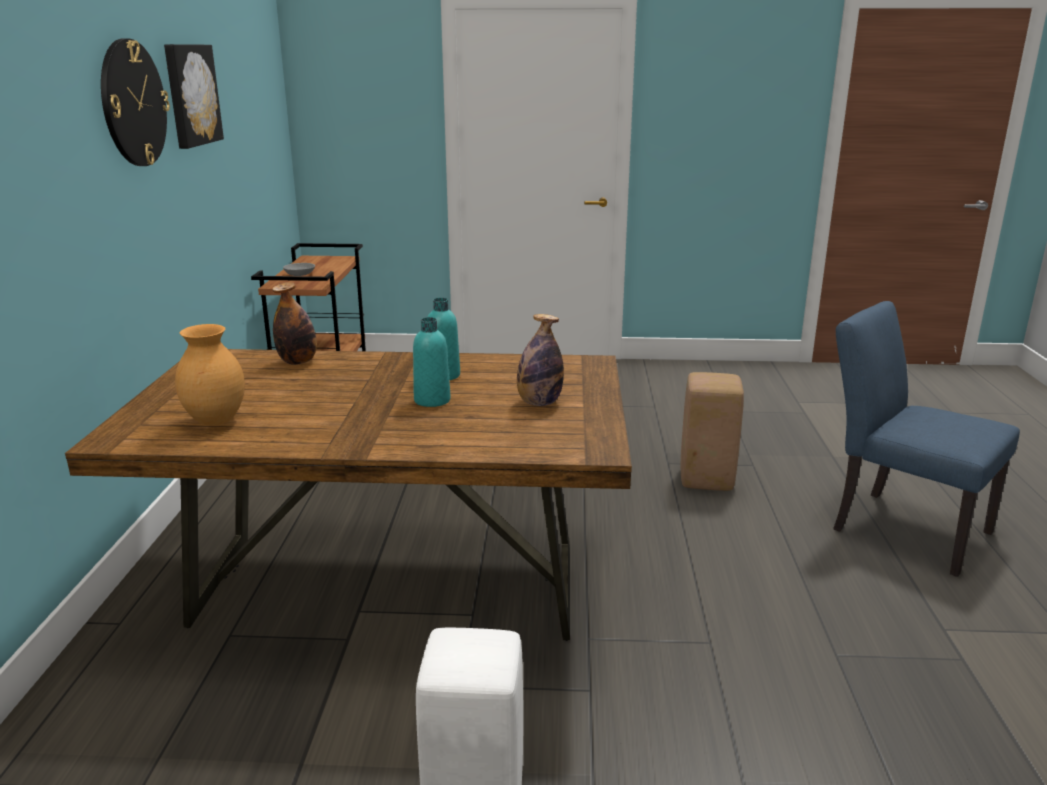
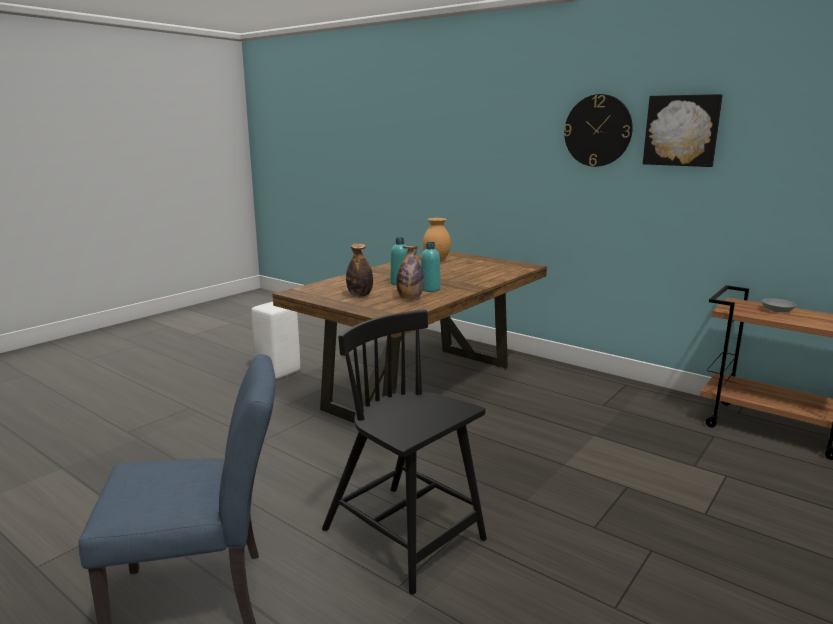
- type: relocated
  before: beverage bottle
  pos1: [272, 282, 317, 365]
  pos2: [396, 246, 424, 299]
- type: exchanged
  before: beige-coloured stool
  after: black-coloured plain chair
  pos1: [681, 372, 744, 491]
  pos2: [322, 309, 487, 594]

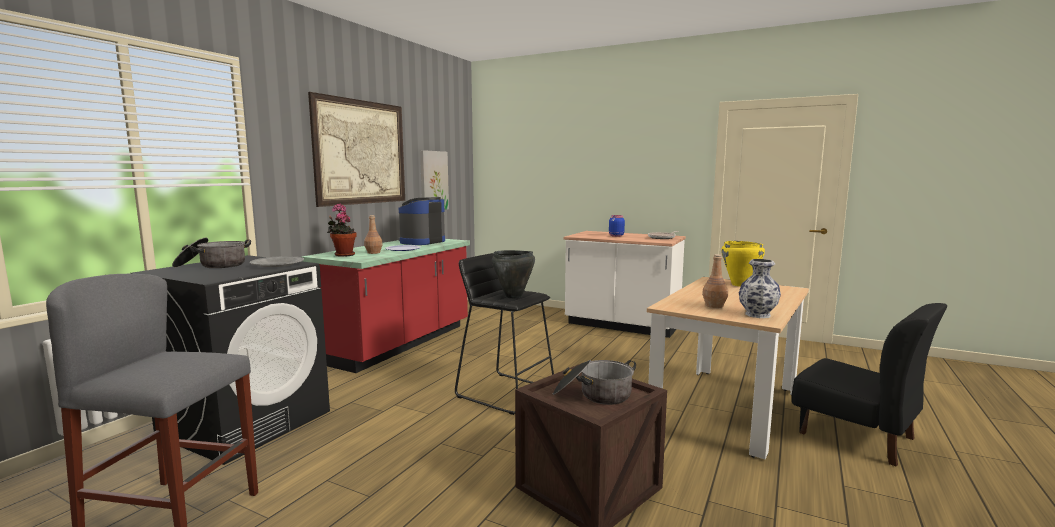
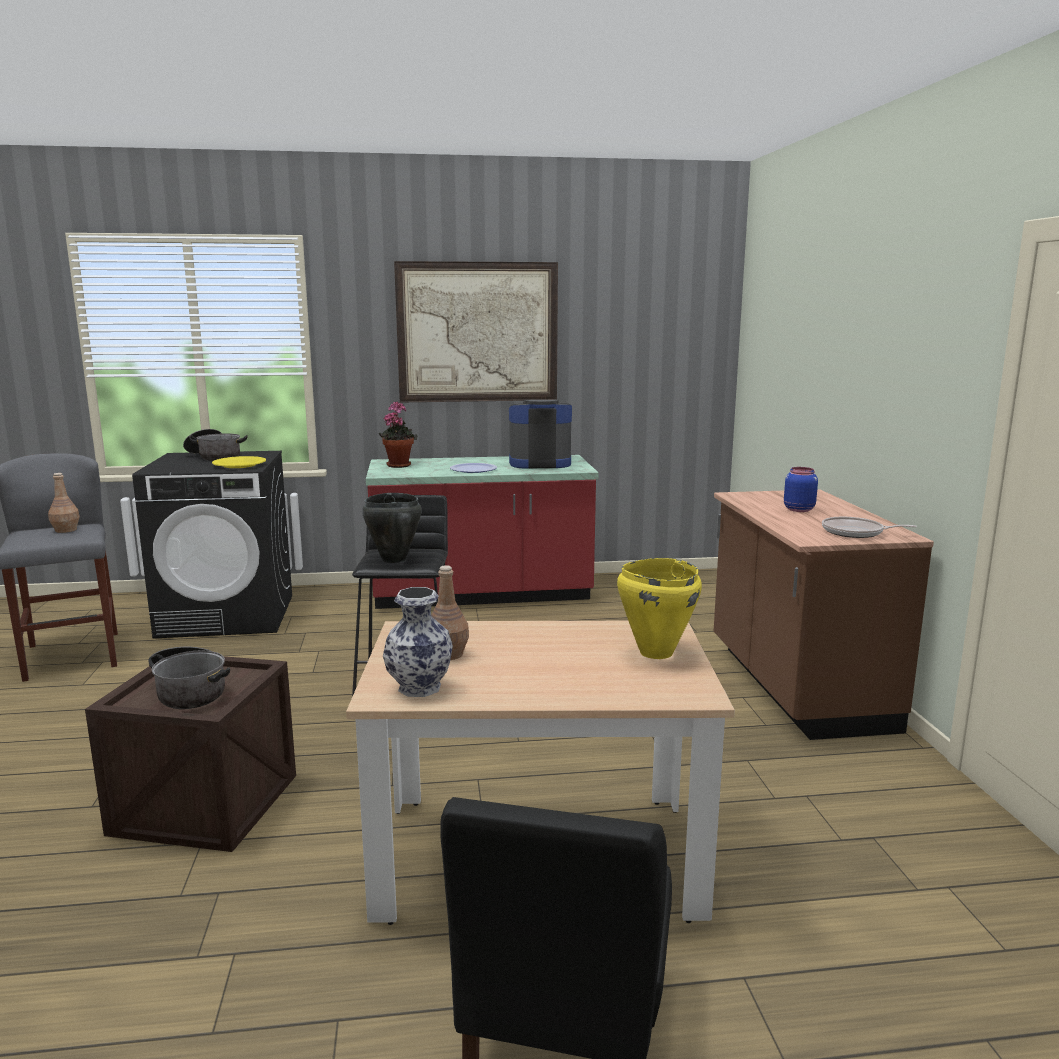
- type: colour
  before: gray plate
  after: yellow-coloured plate
  pos1: [250, 256, 304, 267]
  pos2: [212, 456, 266, 468]
- type: relocated
  before: brown beverage bottle
  pos1: [364, 215, 383, 254]
  pos2: [48, 473, 80, 533]
- type: missing
  before: wall picture
  pos1: [420, 150, 449, 210]
- type: colour
  before: white-coloured counter
  after: brown counter
  pos1: [564, 231, 686, 338]
  pos2: [714, 489, 934, 740]

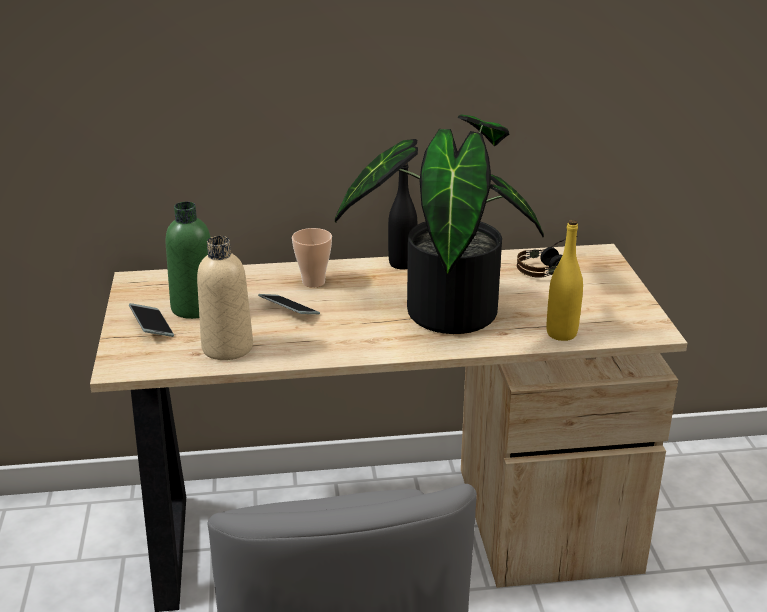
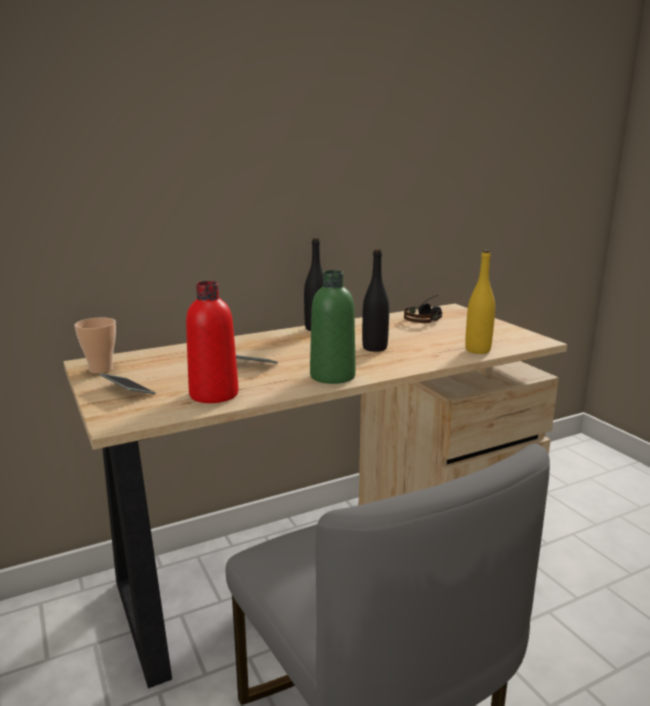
- type: relocated
  before: green beverage bottle
  pos1: [166, 202, 211, 319]
  pos2: [310, 270, 356, 384]
- type: colour
  before: beige-coloured beverage bottle
  after: red beverage bottle
  pos1: [197, 236, 253, 360]
  pos2: [186, 281, 239, 403]
- type: relocated
  before: drinking cup
  pos1: [292, 228, 332, 288]
  pos2: [75, 317, 116, 374]
- type: exchanged
  before: plant in a pot
  after: black-coloured beverage bottle
  pos1: [335, 114, 544, 334]
  pos2: [362, 249, 389, 352]

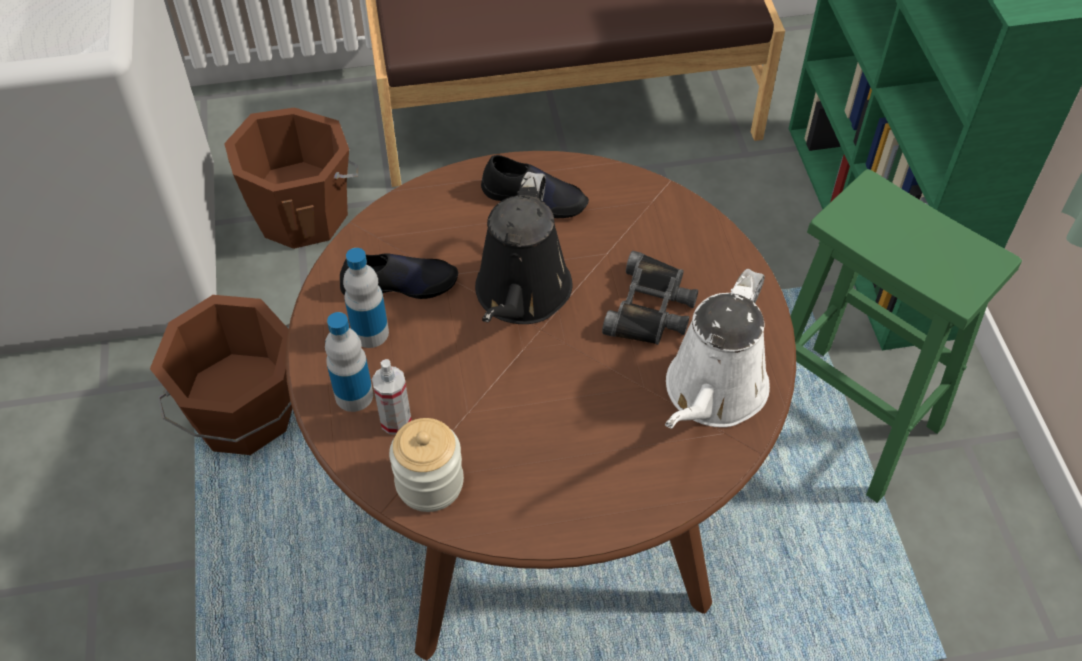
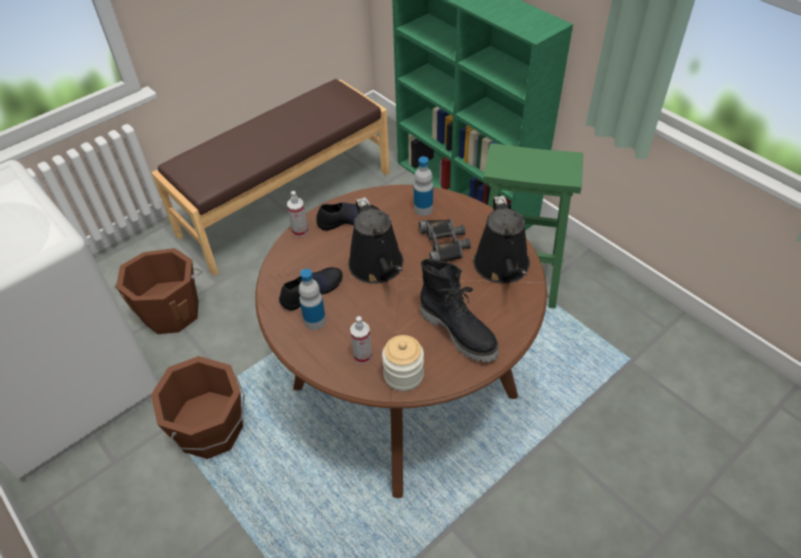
- type: relocated
  before: beverage bottle
  pos1: [325, 312, 373, 412]
  pos2: [414, 156, 433, 216]
- type: colour
  before: white-coloured watering can
  after: black-coloured watering can
  pos1: [665, 269, 770, 429]
  pos2: [474, 196, 530, 283]
- type: appeared
  after: sprayer
  pos2: [287, 191, 308, 237]
- type: appeared
  after: black-coloured boot
  pos2: [420, 259, 499, 362]

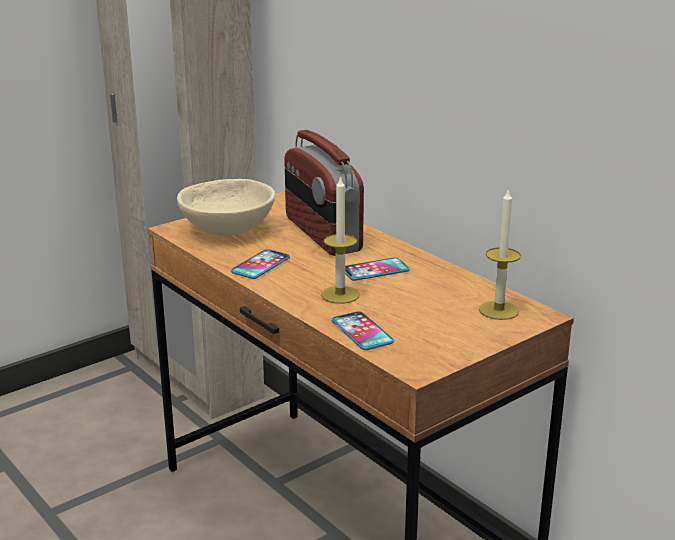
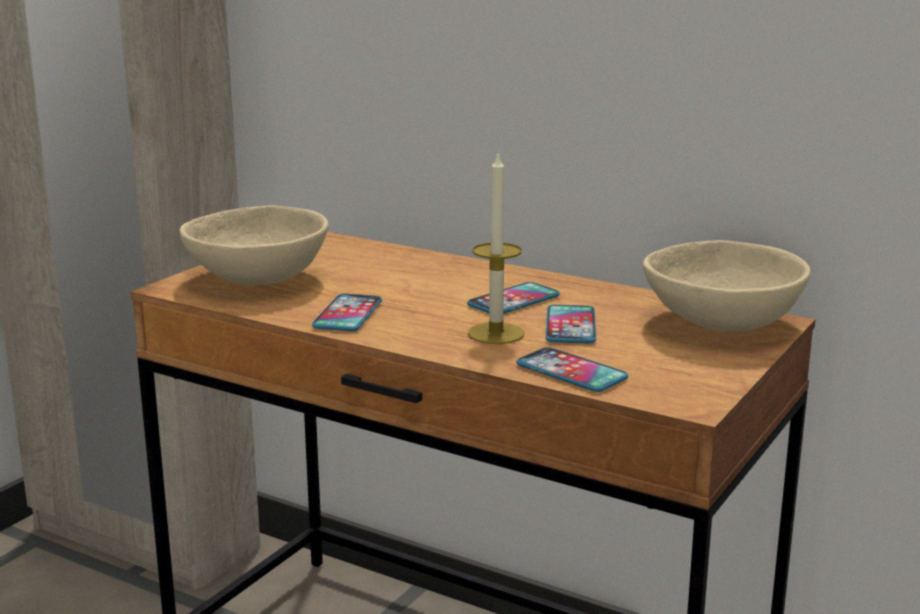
- type: missing
  before: radio
  pos1: [284, 130, 364, 256]
- type: exchanged
  before: wax candle
  after: beige-coloured deep dish
  pos1: [479, 188, 521, 320]
  pos2: [643, 240, 811, 332]
- type: appeared
  after: telephone
  pos2: [546, 305, 596, 344]

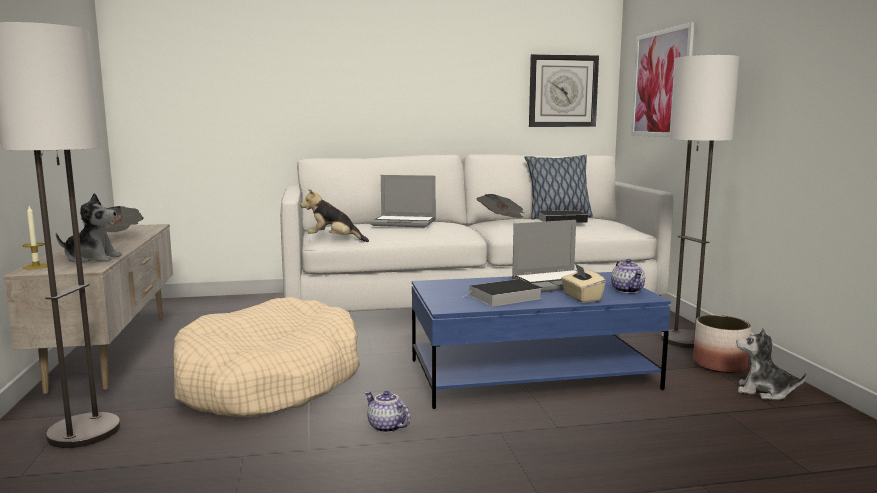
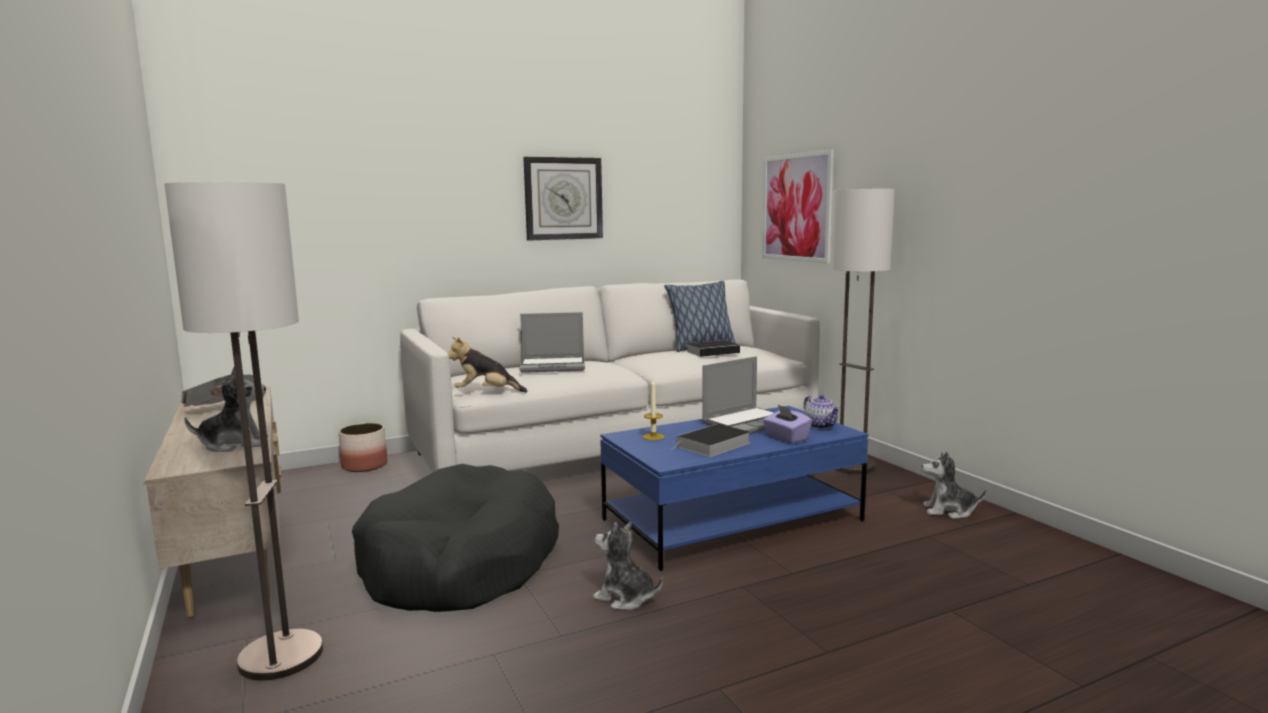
- type: relocated
  before: wax candle
  pos1: [22, 206, 47, 269]
  pos2: [642, 379, 665, 440]
- type: colour
  before: beige-coloured pet bed
  after: black-coloured pet bed
  pos1: [174, 297, 360, 417]
  pos2: [352, 464, 559, 612]
- type: exchanged
  before: teapot
  after: cuddly toy
  pos1: [365, 391, 411, 433]
  pos2: [593, 522, 663, 610]
- type: missing
  before: printed paper
  pos1: [476, 194, 524, 218]
- type: relocated
  before: clock on the wall
  pos1: [529, 54, 599, 127]
  pos2: [523, 157, 603, 241]
- type: colour
  before: beige-coloured box of tissues
  after: purplish box of tissues
  pos1: [561, 264, 606, 303]
  pos2: [763, 405, 812, 444]
- type: relocated
  before: planter
  pos1: [693, 315, 751, 373]
  pos2: [338, 423, 387, 472]

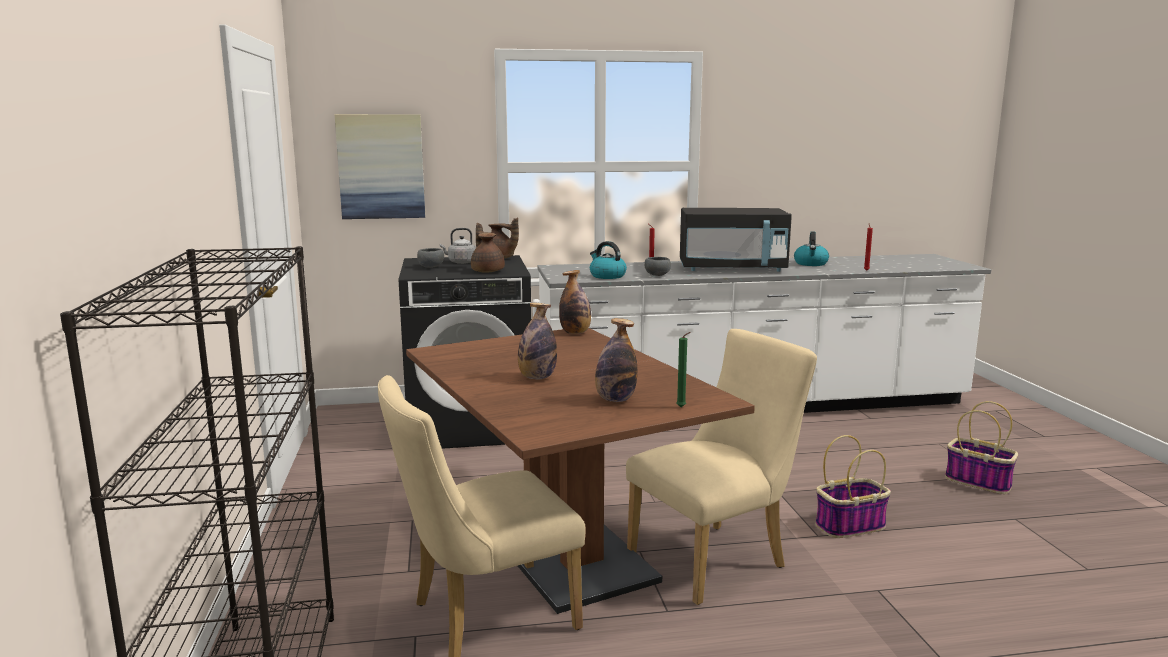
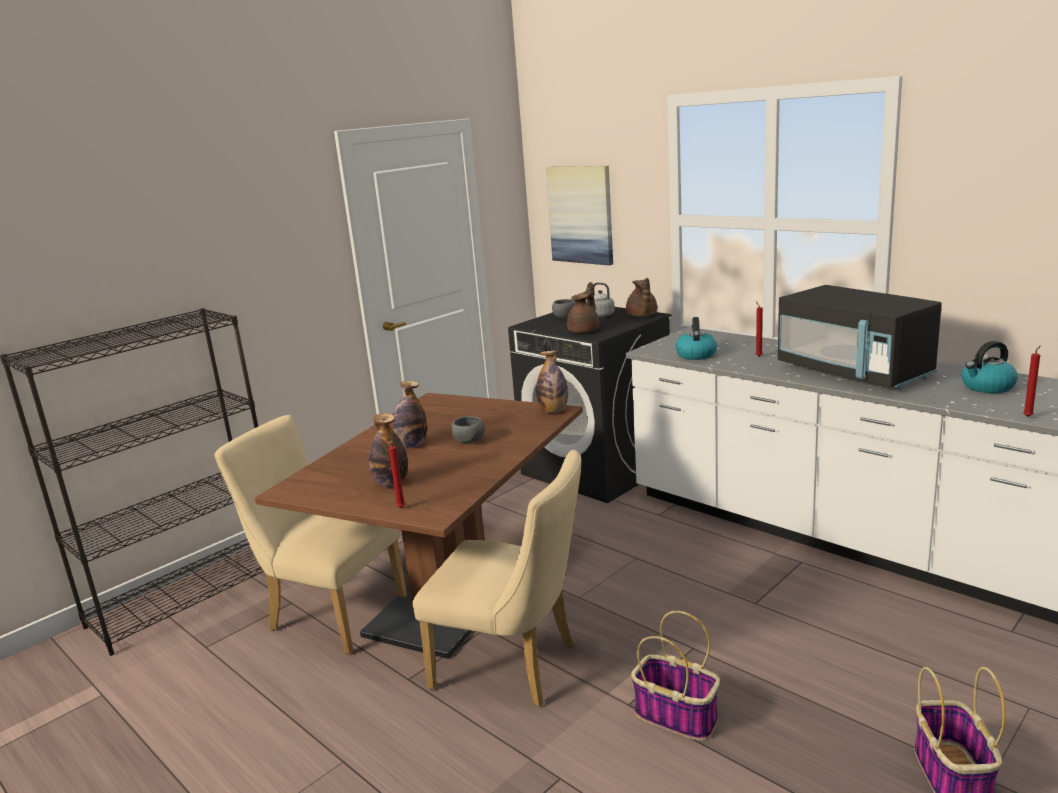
- type: relocated
  before: gray deep dish
  pos1: [644, 257, 671, 276]
  pos2: [451, 416, 485, 444]
- type: colour
  before: green wax candle
  after: red wax candle
  pos1: [676, 332, 691, 407]
  pos2: [389, 443, 405, 508]

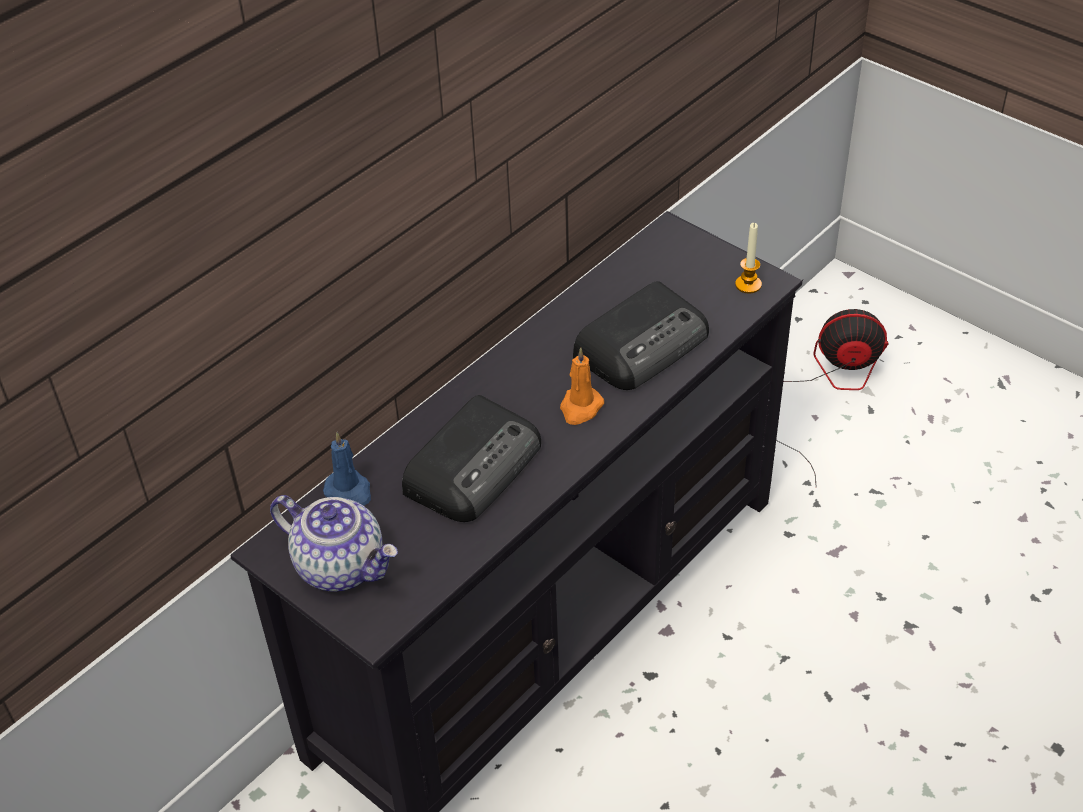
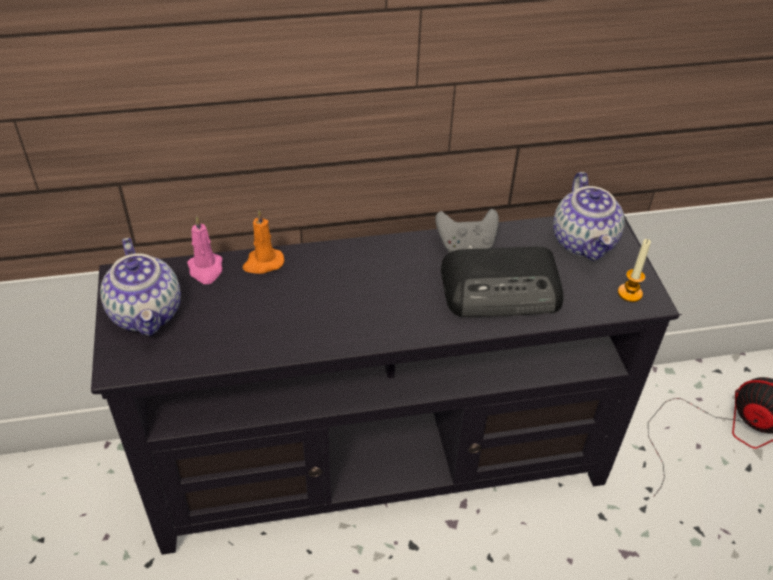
- type: colour
  before: blue wax candle
  after: pinkish wax candle
  pos1: [323, 432, 371, 506]
  pos2: [187, 216, 223, 284]
- type: missing
  before: radio
  pos1: [402, 395, 541, 522]
- type: relocated
  before: orange wax candle
  pos1: [560, 347, 604, 425]
  pos2: [243, 210, 284, 274]
- type: appeared
  after: gray joypad
  pos2: [435, 209, 499, 253]
- type: appeared
  after: teapot
  pos2: [553, 172, 625, 261]

